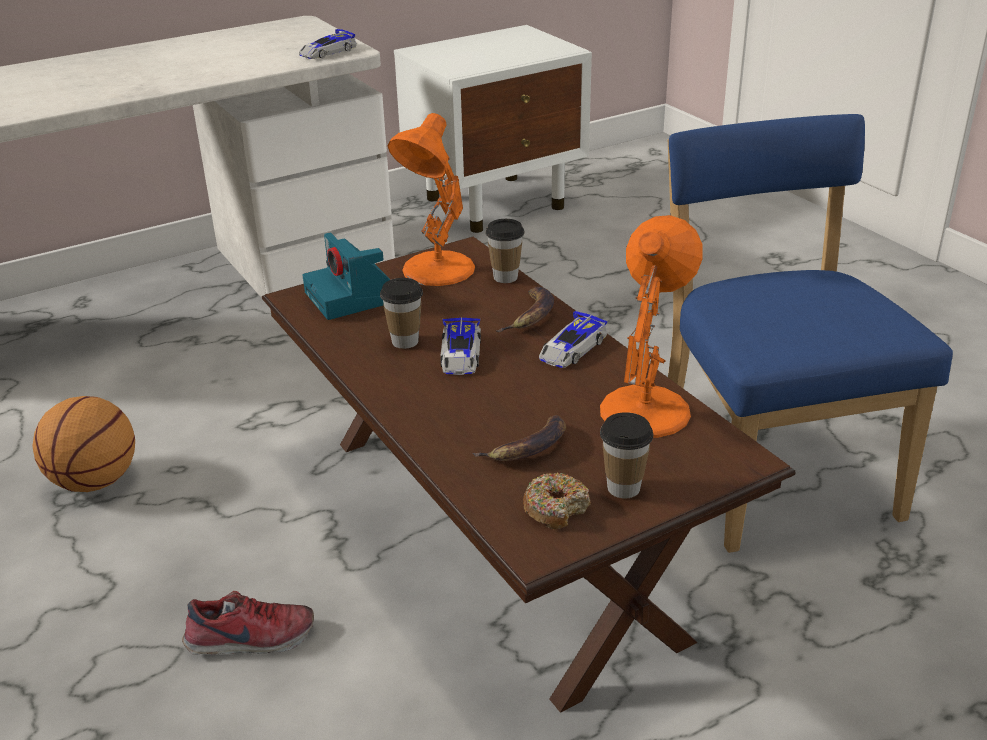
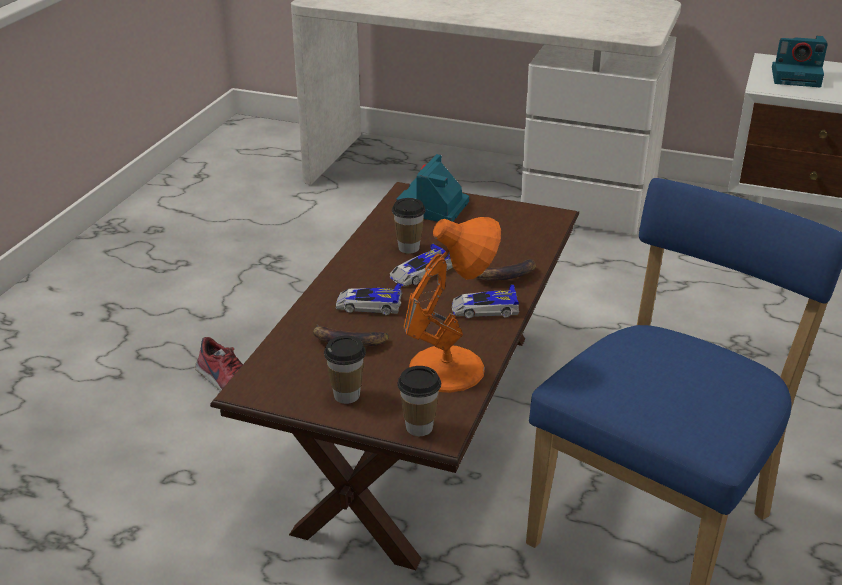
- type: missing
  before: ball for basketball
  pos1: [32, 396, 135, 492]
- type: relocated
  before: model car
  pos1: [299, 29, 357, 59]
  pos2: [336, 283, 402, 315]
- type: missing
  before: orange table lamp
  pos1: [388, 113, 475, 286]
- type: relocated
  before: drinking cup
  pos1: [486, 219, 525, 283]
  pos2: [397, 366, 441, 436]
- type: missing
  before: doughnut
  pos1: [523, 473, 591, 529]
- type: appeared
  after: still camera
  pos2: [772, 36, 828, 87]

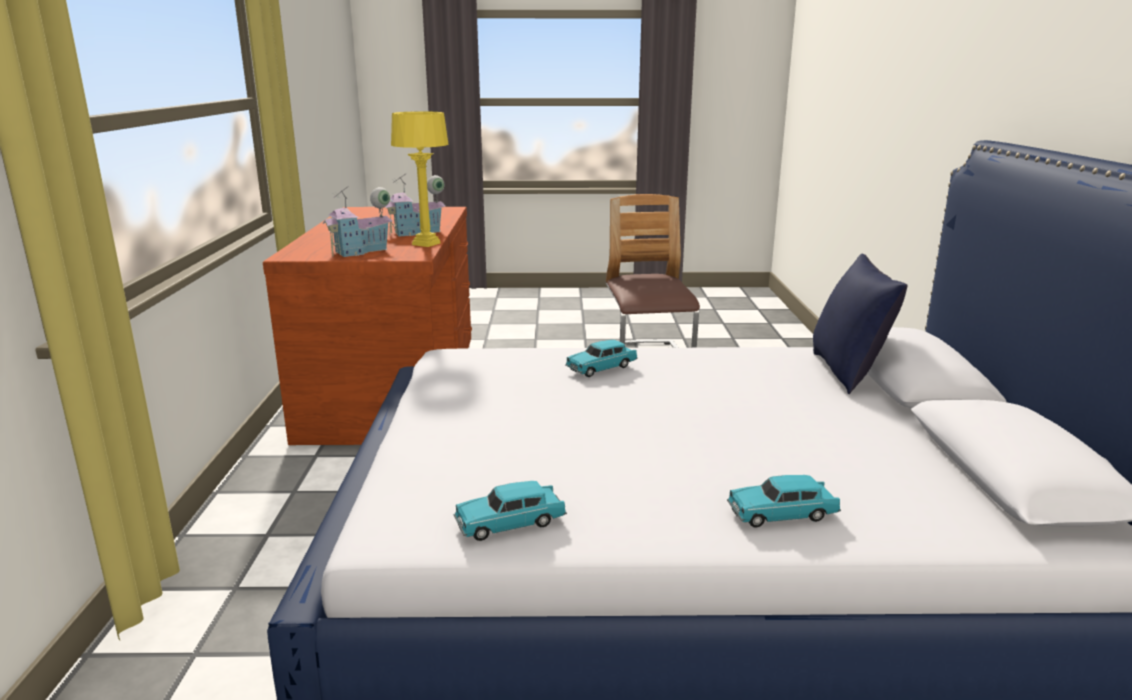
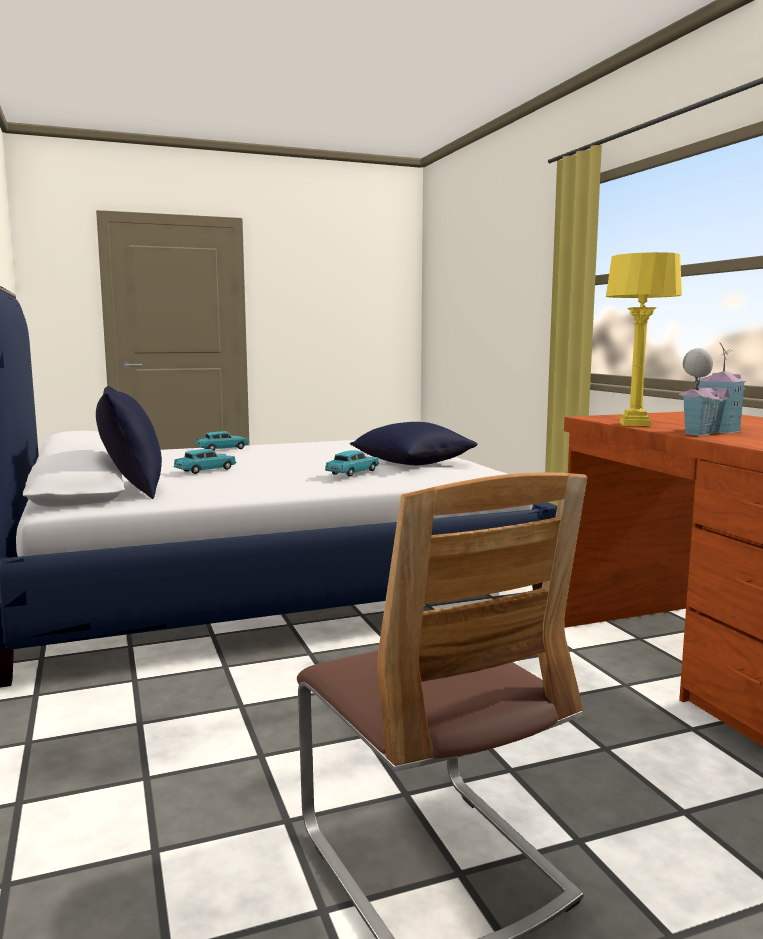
- type: missing
  before: toy house
  pos1: [323, 186, 392, 257]
- type: relocated
  before: turquoise model car
  pos1: [454, 481, 567, 541]
  pos2: [173, 449, 237, 474]
- type: appeared
  after: blue cushion
  pos2: [350, 422, 477, 465]

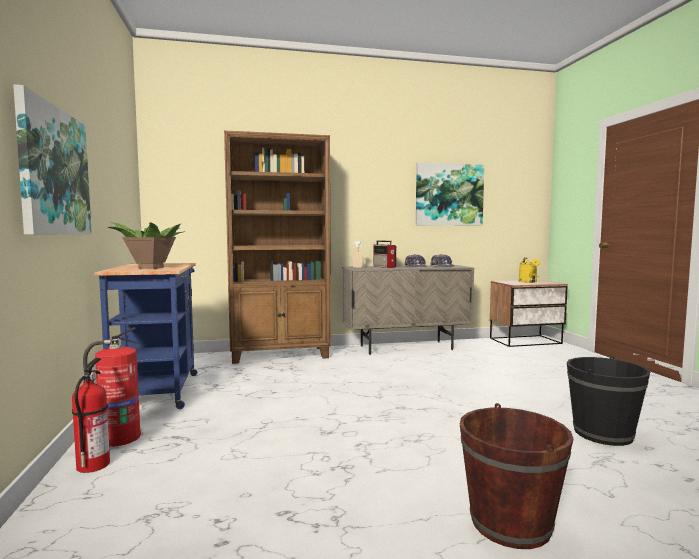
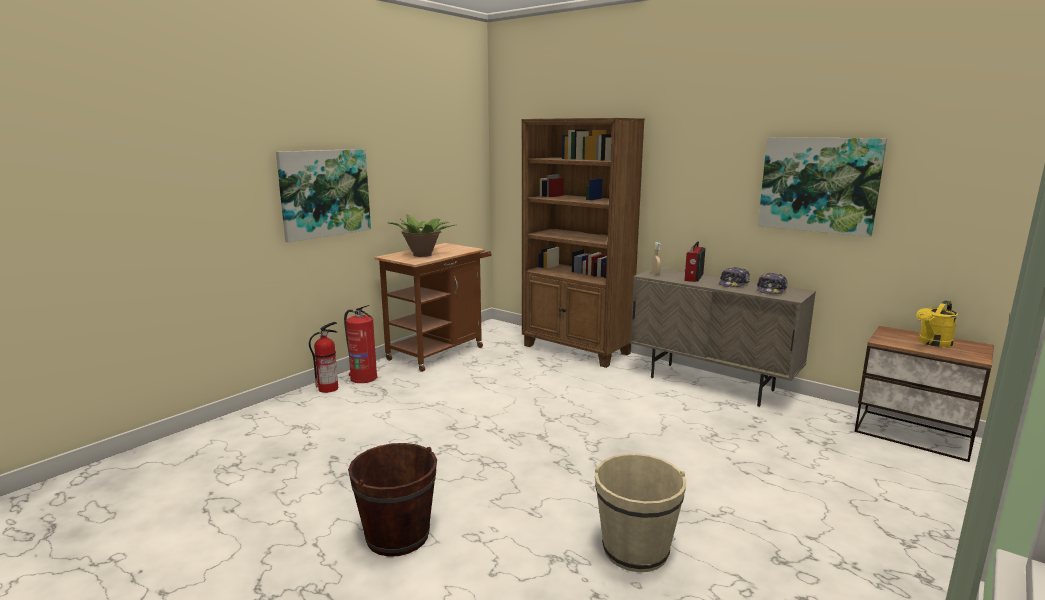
- type: colour
  before: blue cart
  after: brown cart
  pos1: [95, 263, 197, 409]
  pos2: [374, 243, 492, 372]
- type: colour
  before: black-coloured pail
  after: beige-coloured pail
  pos1: [567, 356, 650, 446]
  pos2: [595, 454, 686, 572]

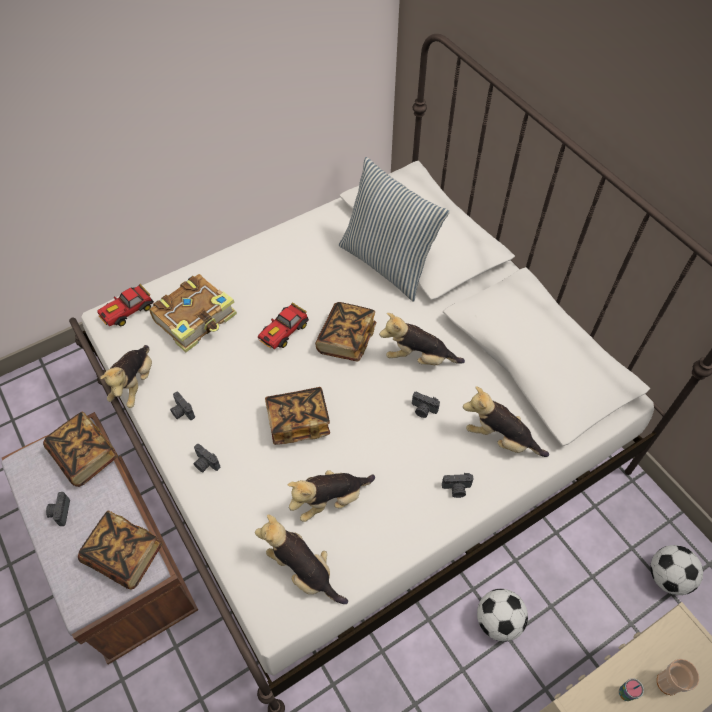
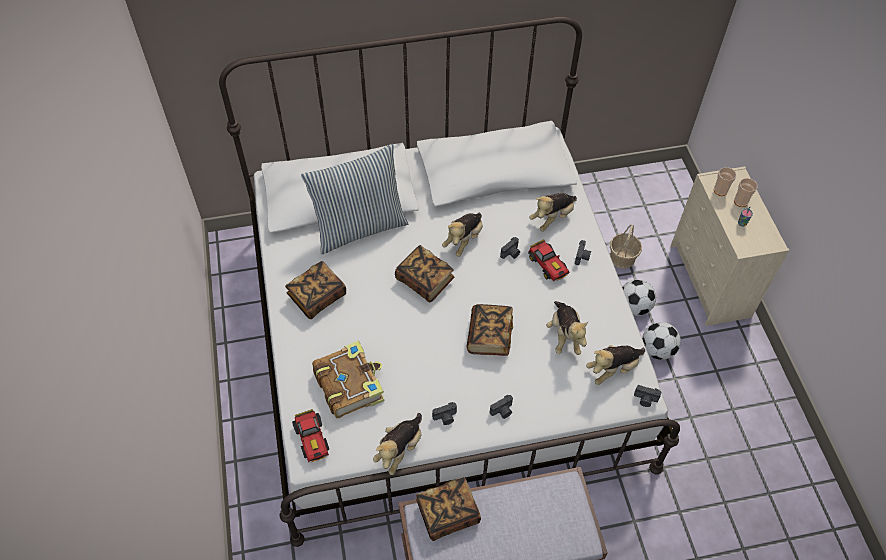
- type: relocated
  before: still camera
  pos1: [46, 492, 70, 526]
  pos2: [634, 385, 661, 407]
- type: relocated
  before: volume
  pos1: [78, 511, 163, 589]
  pos2: [285, 261, 346, 319]
- type: spun
  before: cuddly toy
  pos1: [100, 345, 152, 408]
  pos2: [373, 413, 422, 475]
  turn: 90
- type: relocated
  before: model car
  pos1: [258, 302, 309, 349]
  pos2: [528, 239, 569, 281]
- type: relocated
  before: football
  pos1: [651, 545, 703, 595]
  pos2: [642, 322, 681, 360]
- type: appeared
  after: storage basket
  pos2: [610, 224, 642, 269]
- type: appeared
  after: drinking cup
  pos2: [714, 167, 736, 196]

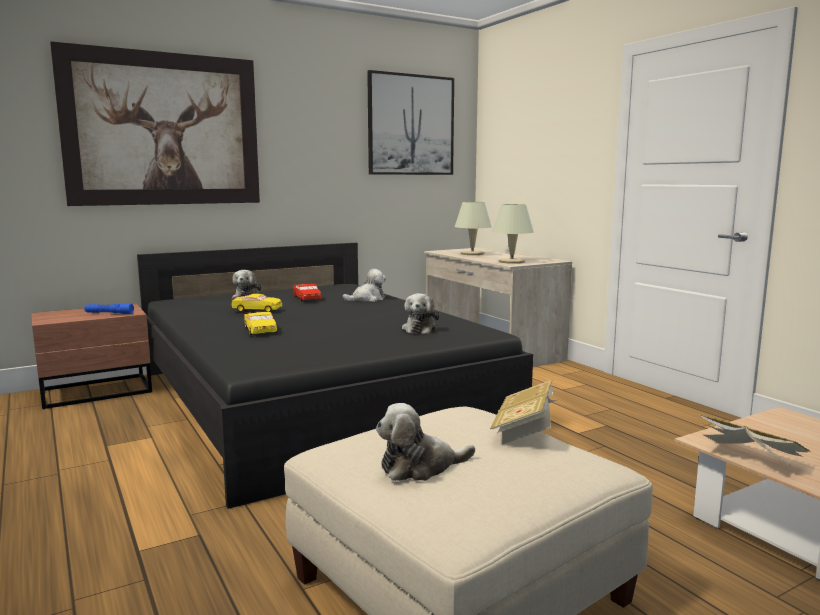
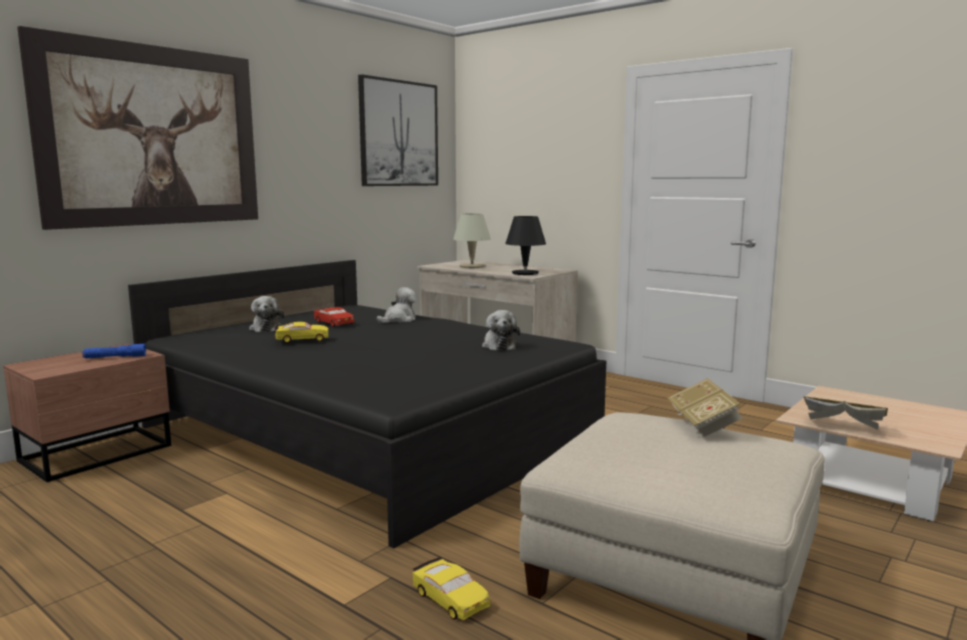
- type: relocated
  before: yellow-coloured model car
  pos1: [244, 311, 277, 335]
  pos2: [413, 557, 491, 620]
- type: missing
  before: cuddly toy
  pos1: [376, 403, 475, 481]
- type: colour
  before: beige-coloured table lamp
  after: black-coloured table lamp
  pos1: [492, 204, 534, 264]
  pos2: [505, 216, 546, 275]

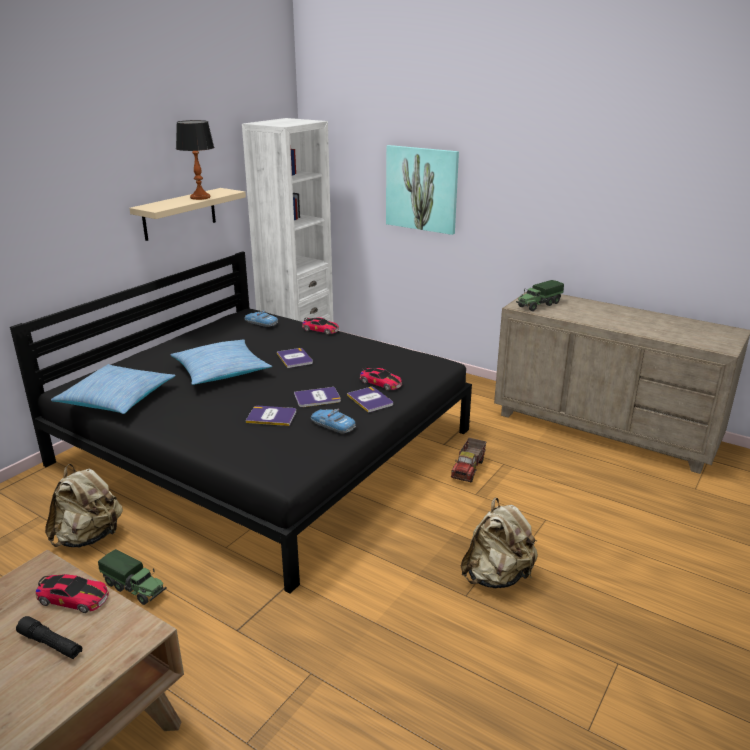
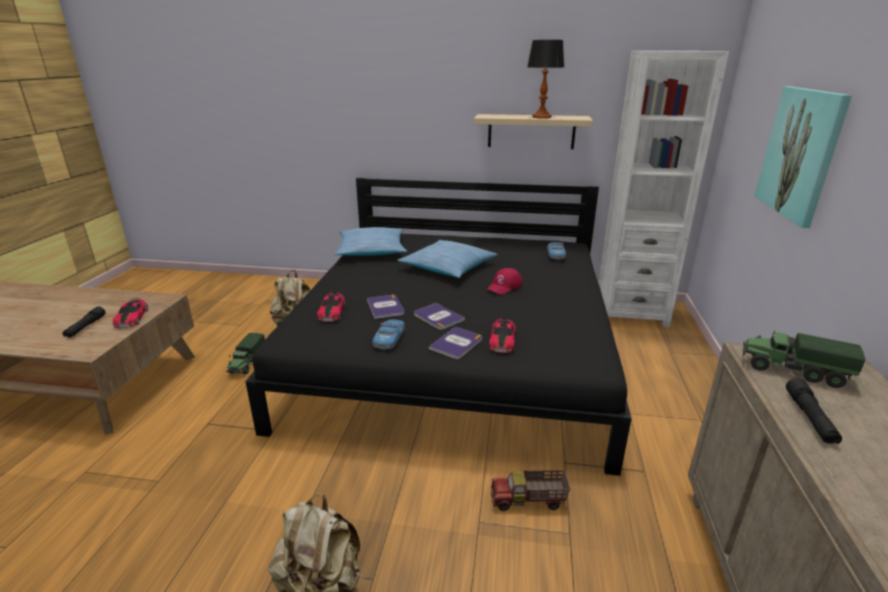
- type: exchanged
  before: volume
  after: red baseball cap
  pos1: [277, 348, 313, 368]
  pos2: [486, 268, 523, 295]
- type: relocated
  before: model car
  pos1: [302, 317, 339, 335]
  pos2: [317, 291, 345, 322]
- type: appeared
  after: black-coloured flashlight
  pos2: [786, 378, 842, 444]

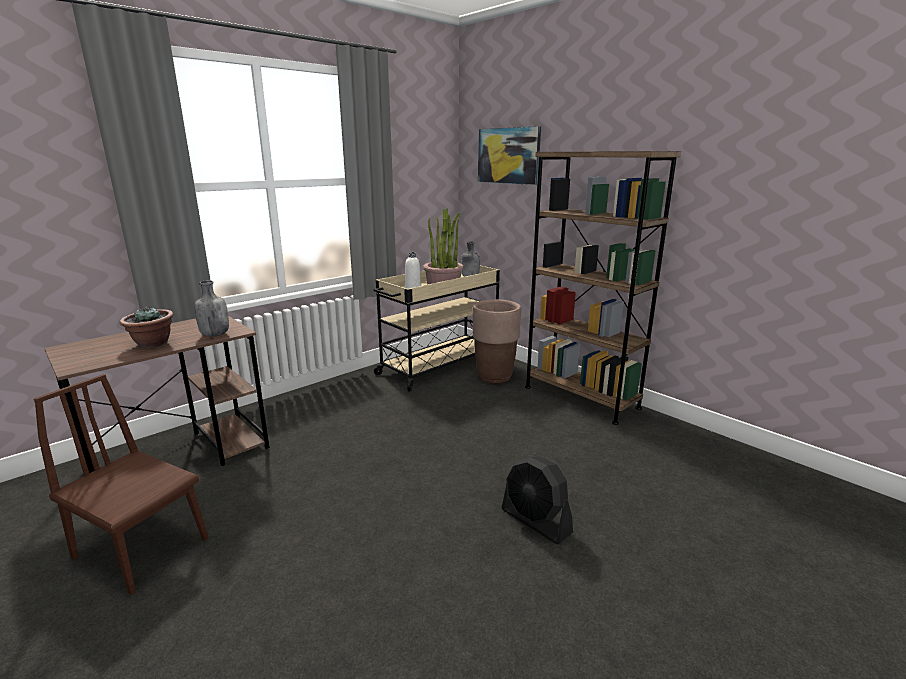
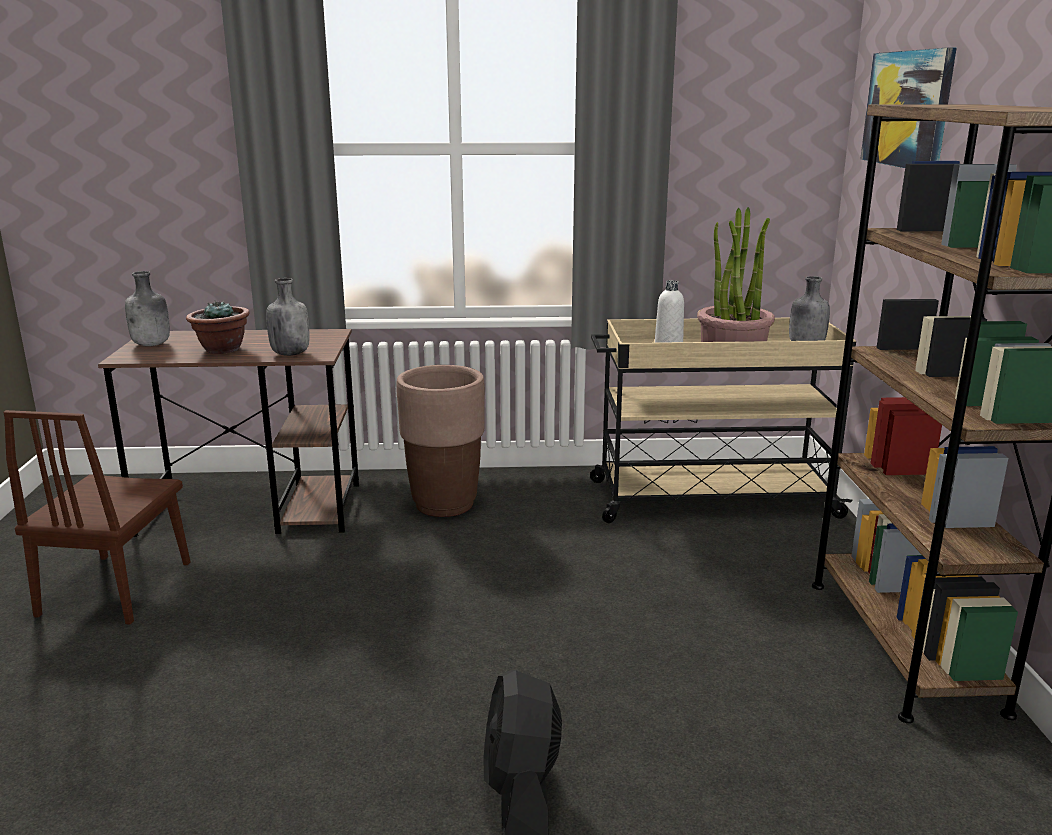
- type: spun
  before: brown plain chair
  pos1: [34, 374, 208, 595]
  pos2: [3, 410, 190, 625]
  turn: -150
- type: relocated
  before: brown planter
  pos1: [472, 299, 521, 383]
  pos2: [396, 365, 485, 517]
- type: appeared
  after: gray beverage bottle
  pos2: [125, 271, 170, 346]

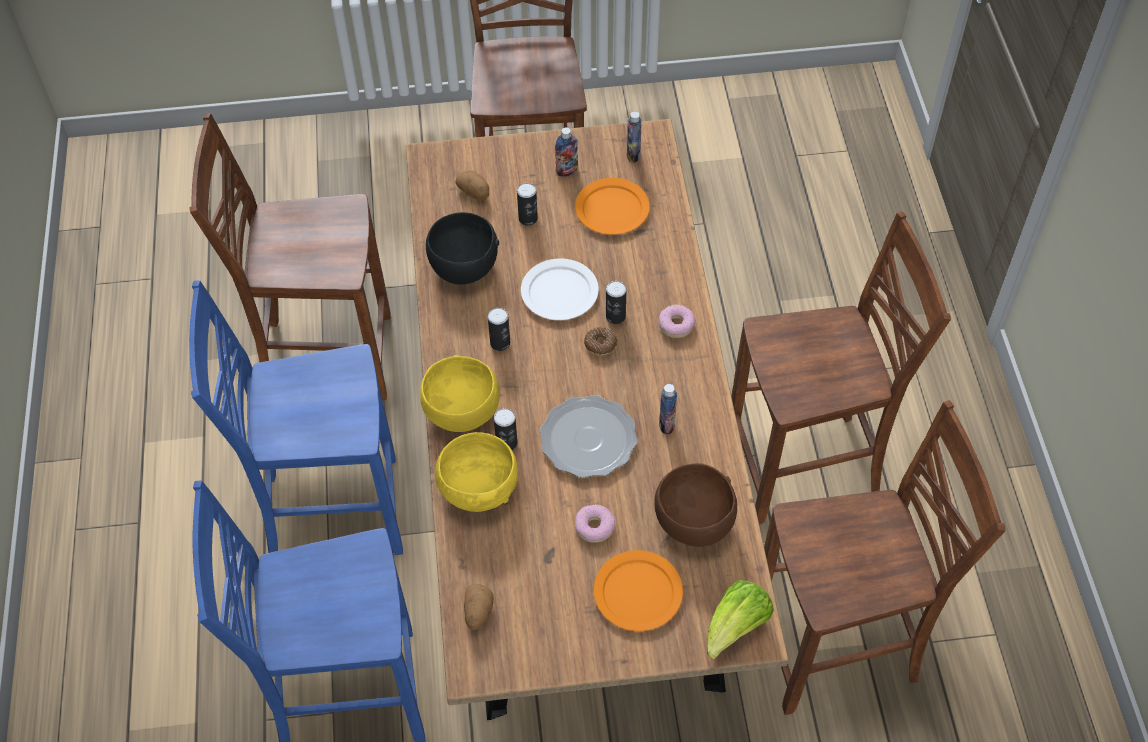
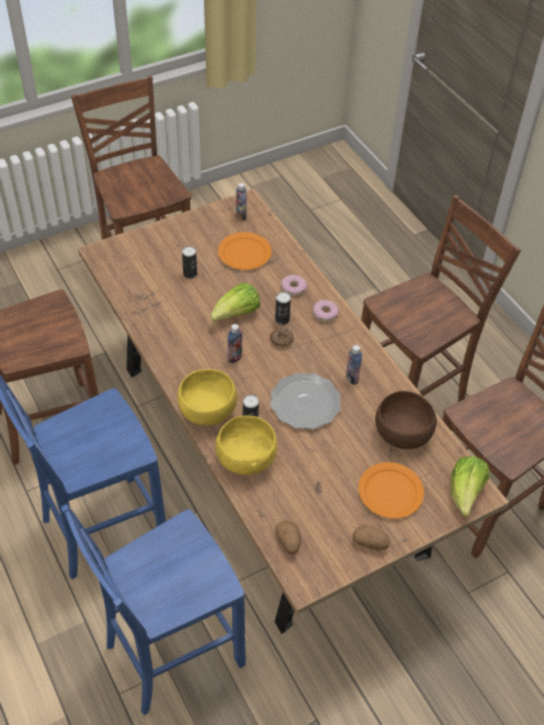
- type: missing
  before: black-coloured deep dish
  pos1: [426, 212, 499, 285]
- type: relocated
  before: spud
  pos1: [455, 171, 489, 201]
  pos2: [352, 524, 390, 550]
- type: missing
  before: can
  pos1: [488, 308, 510, 351]
- type: exchanged
  before: white-coloured plate
  after: lettuce head
  pos1: [521, 258, 599, 320]
  pos2: [210, 283, 260, 322]
- type: relocated
  before: beverage bottle
  pos1: [555, 127, 578, 177]
  pos2: [228, 324, 242, 363]
- type: relocated
  before: doughnut
  pos1: [575, 505, 615, 543]
  pos2: [281, 275, 307, 296]

